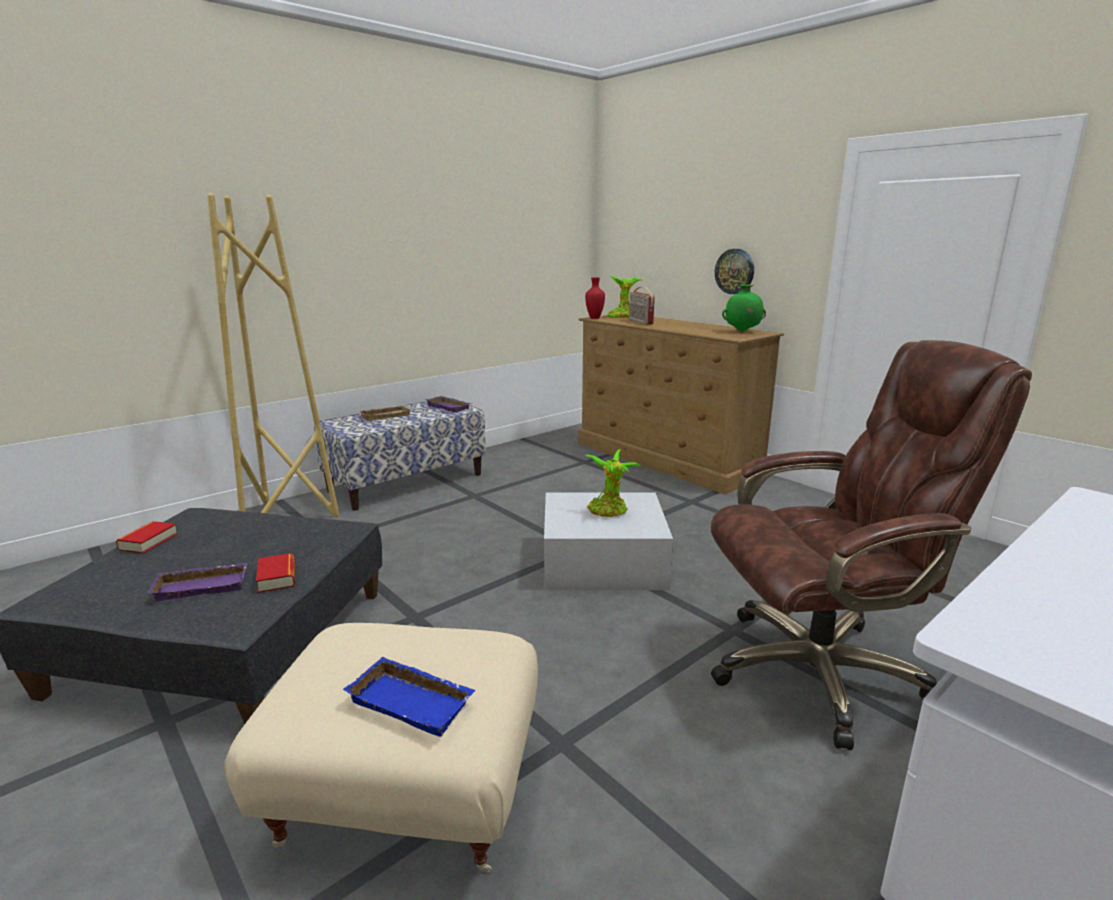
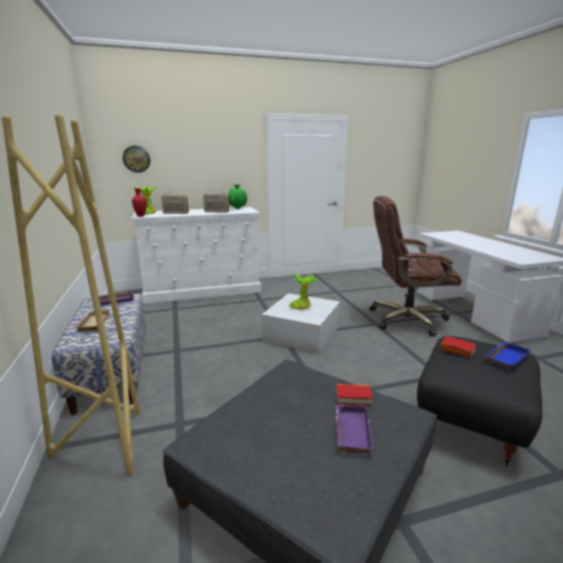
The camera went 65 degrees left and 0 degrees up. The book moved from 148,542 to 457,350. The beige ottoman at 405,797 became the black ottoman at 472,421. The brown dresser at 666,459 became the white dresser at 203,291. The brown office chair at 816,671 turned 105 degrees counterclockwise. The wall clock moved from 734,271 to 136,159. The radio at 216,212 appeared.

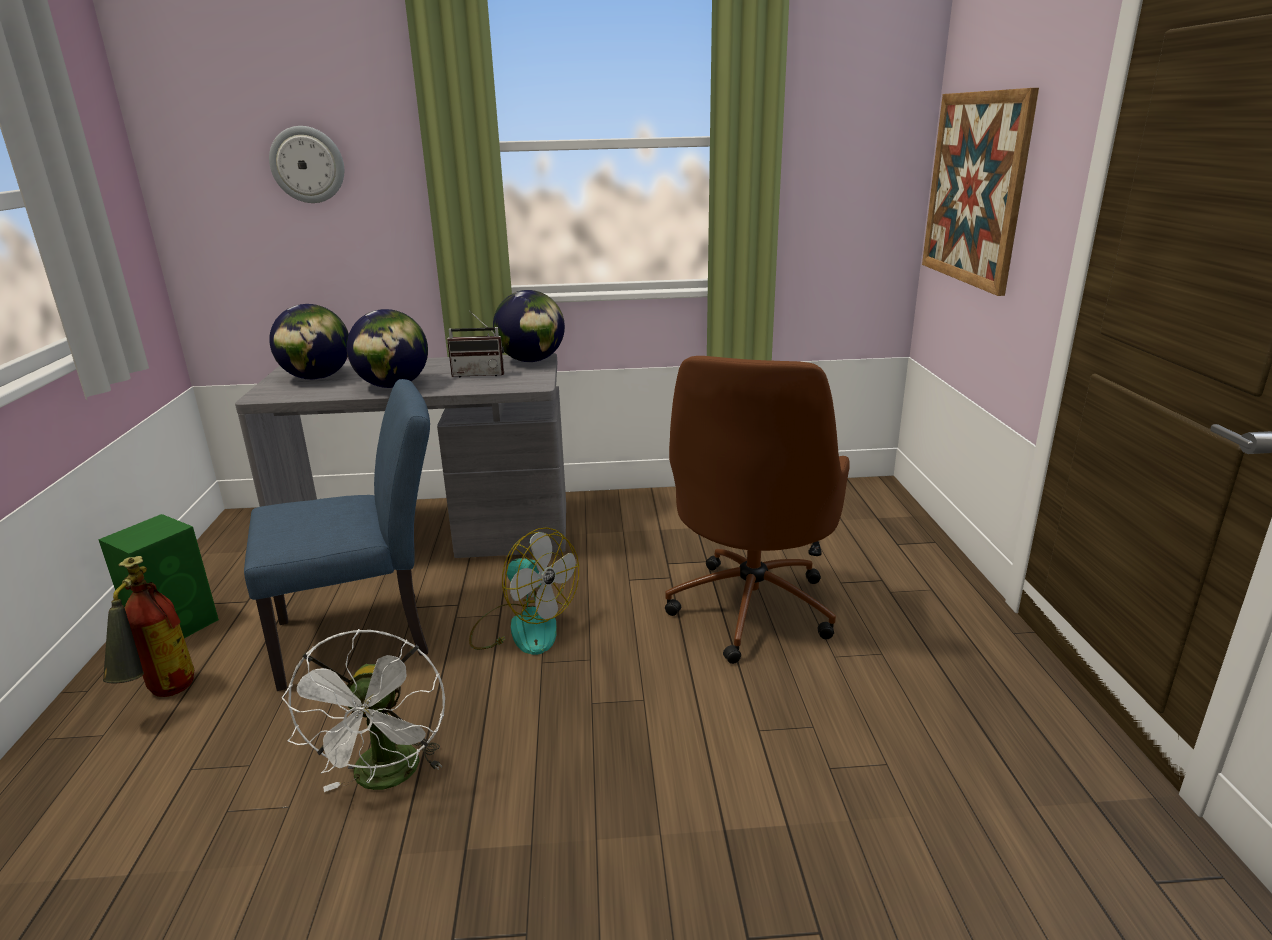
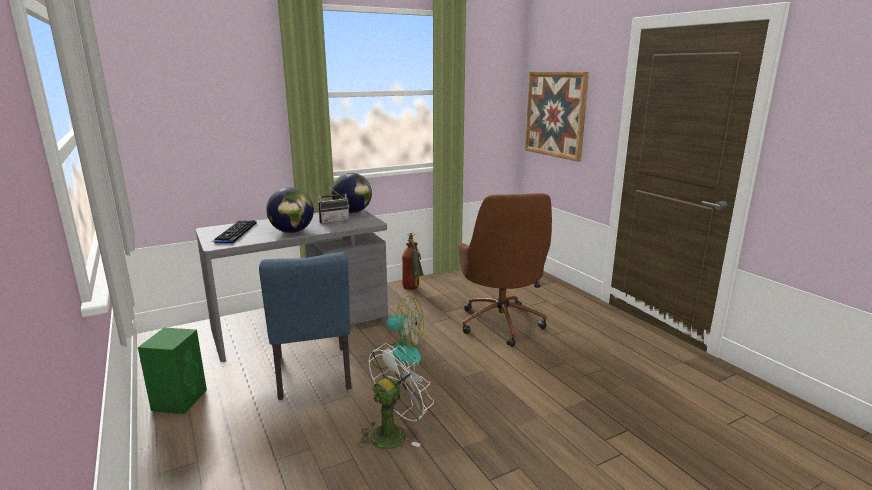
The camera went 25 degrees left and 5 degrees down. The fire extinguisher moved from 162,697 to 413,290. The blue chair at 367,635 turned 120 degrees clockwise. The wall clock at 307,165 disappeared. The globe at 317,378 was replaced by the keyboard at 235,233. The white fan at 387,778 turned 105 degrees counterclockwise.

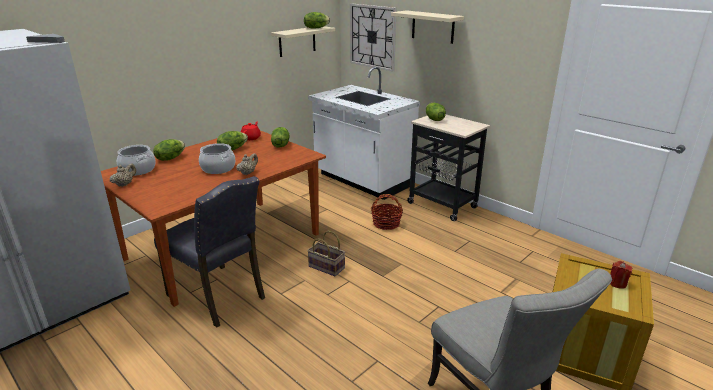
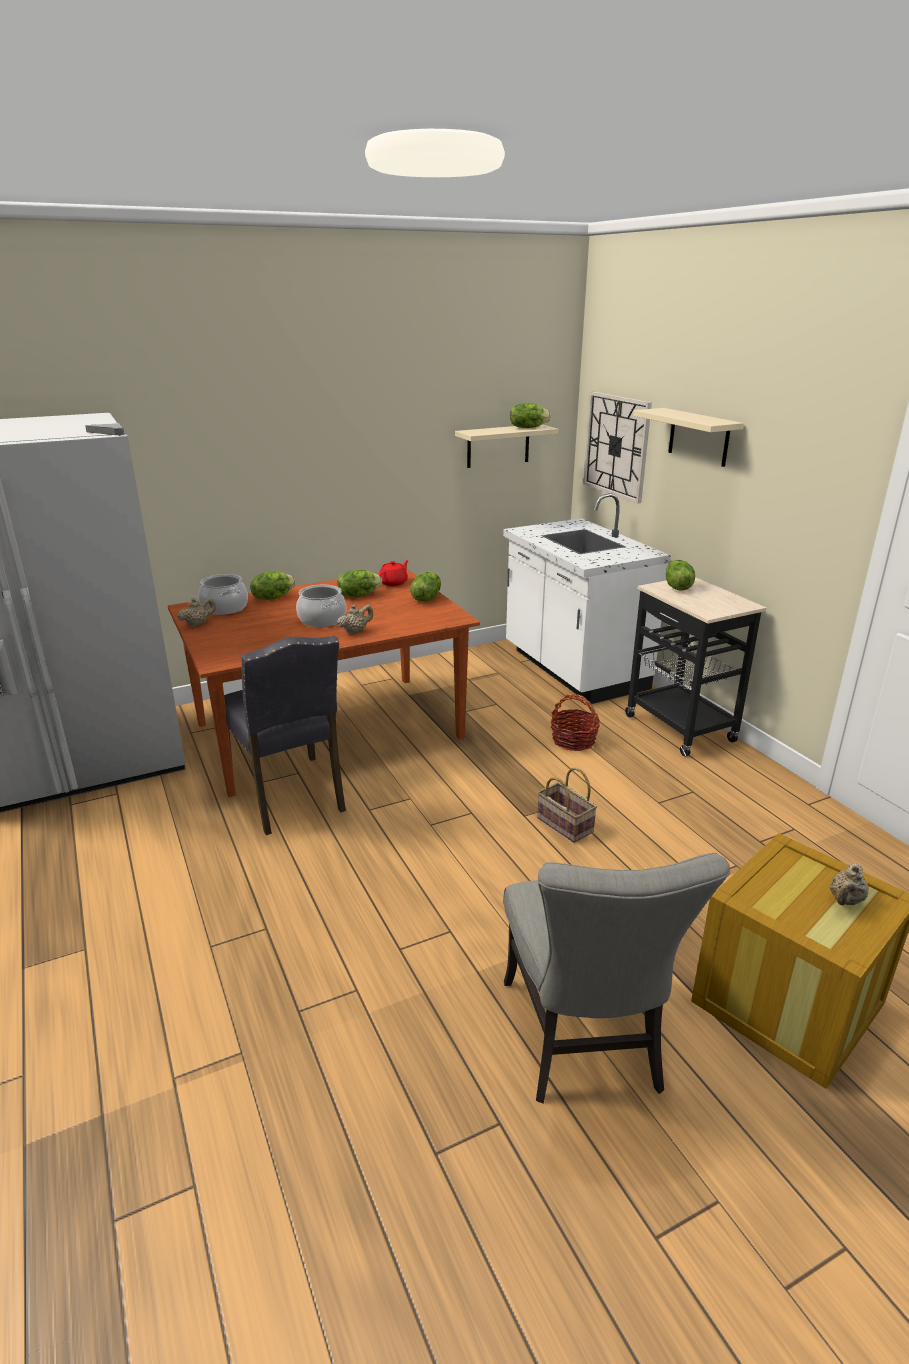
The camera went 20 degrees right and 0 degrees up. The basket moved from 325,267 to 563,824. The red candle at 617,283 was replaced by the beige teapot at 845,900.

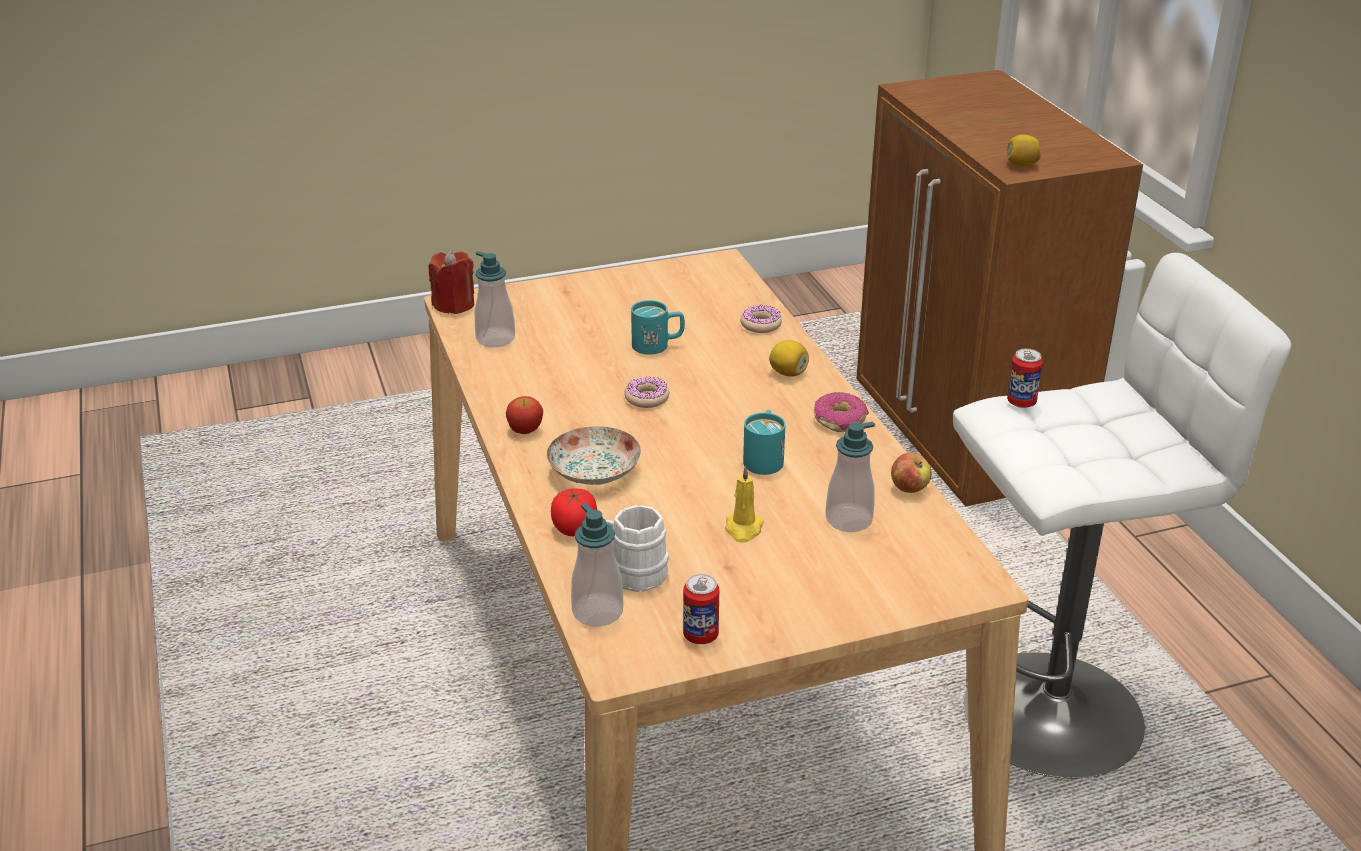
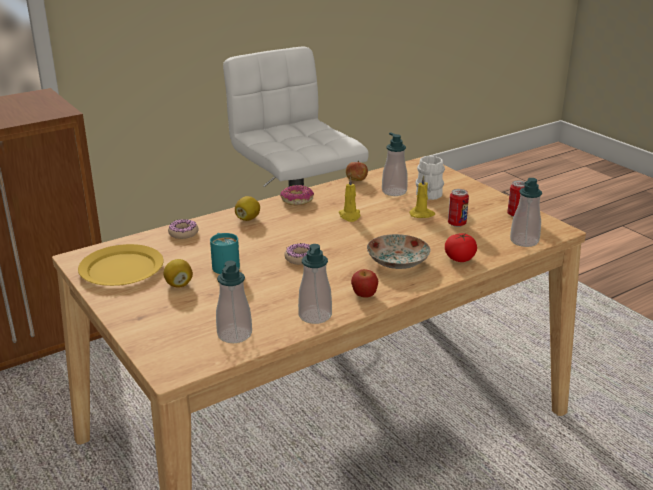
The camera went 105 degrees left and 5 degrees down. The red candle at 454,304 disappeared. The white mug moved from 632,573 to 429,195. The turquoise mug at 764,458 was replaced by the yellow candle at 350,216. The lemon moved from 1021,164 to 179,284. The can moved from 1021,402 to 456,224. The yellow plate at 122,269 appeared. The soap dispenser at 315,315 appeared.

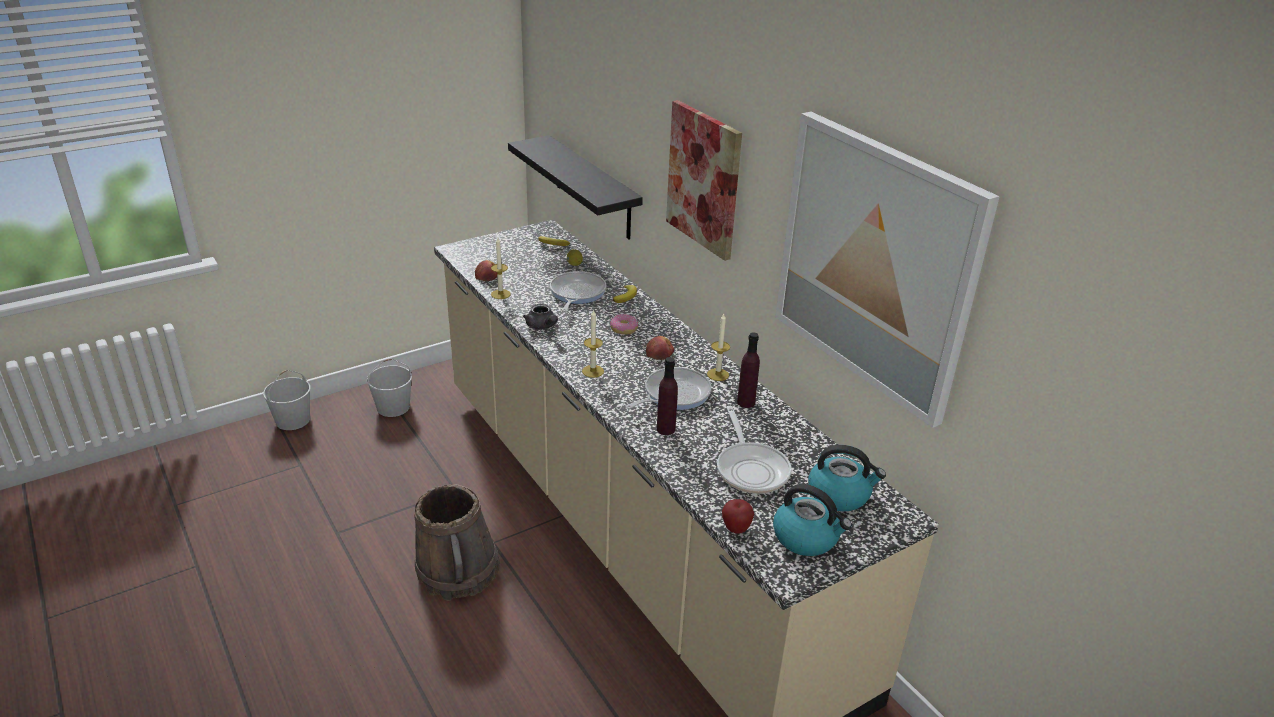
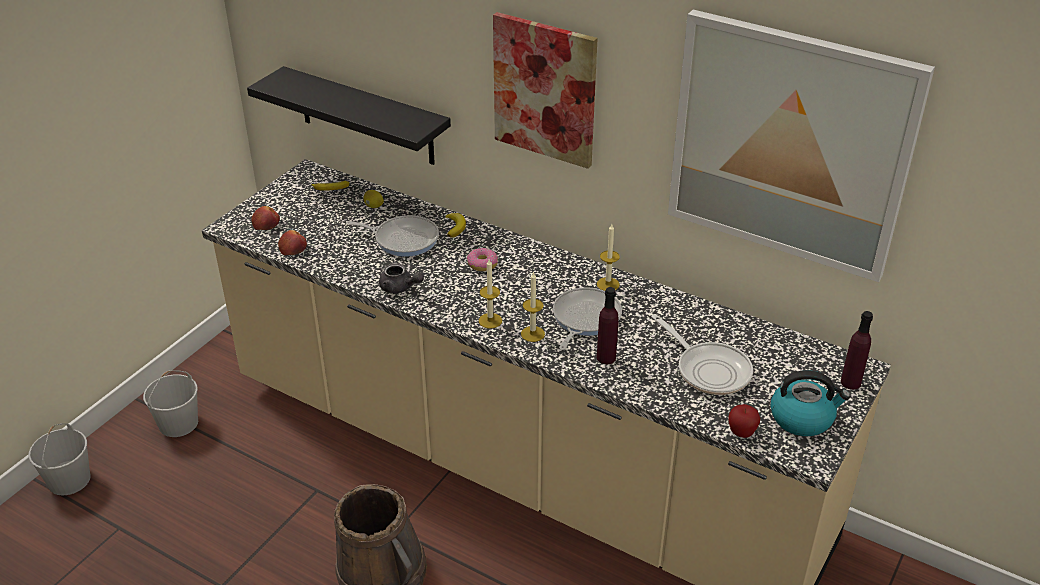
The camera went 25 degrees left and 5 degrees up. The candle moved from 500,294 to 532,334. The frying pan at 576,293 turned 120 degrees clockwise. The apple moved from 660,354 to 266,223. The purple bottle moved from 746,402 to 850,382. The kettle at 839,495 disappeared.

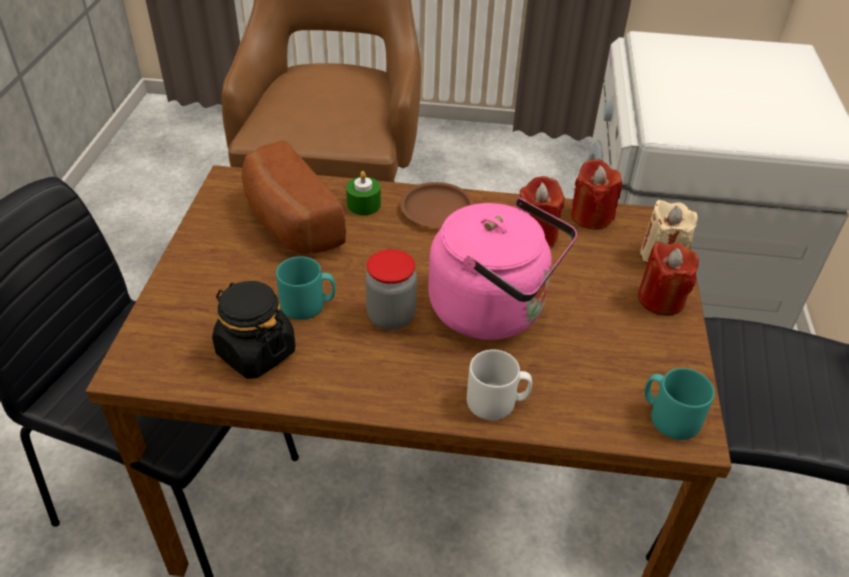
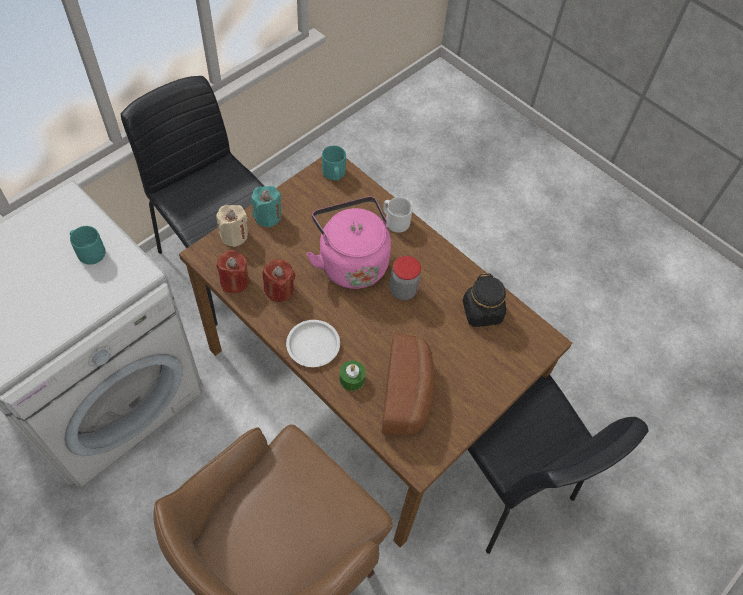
The camera went 145 degrees left and 15 degrees up. The turquoise mug moved from 308,305 to 89,252. The brown plate at 437,210 became the white plate at 313,345. The red candle at 661,299 became the turquoise candle at 267,216.

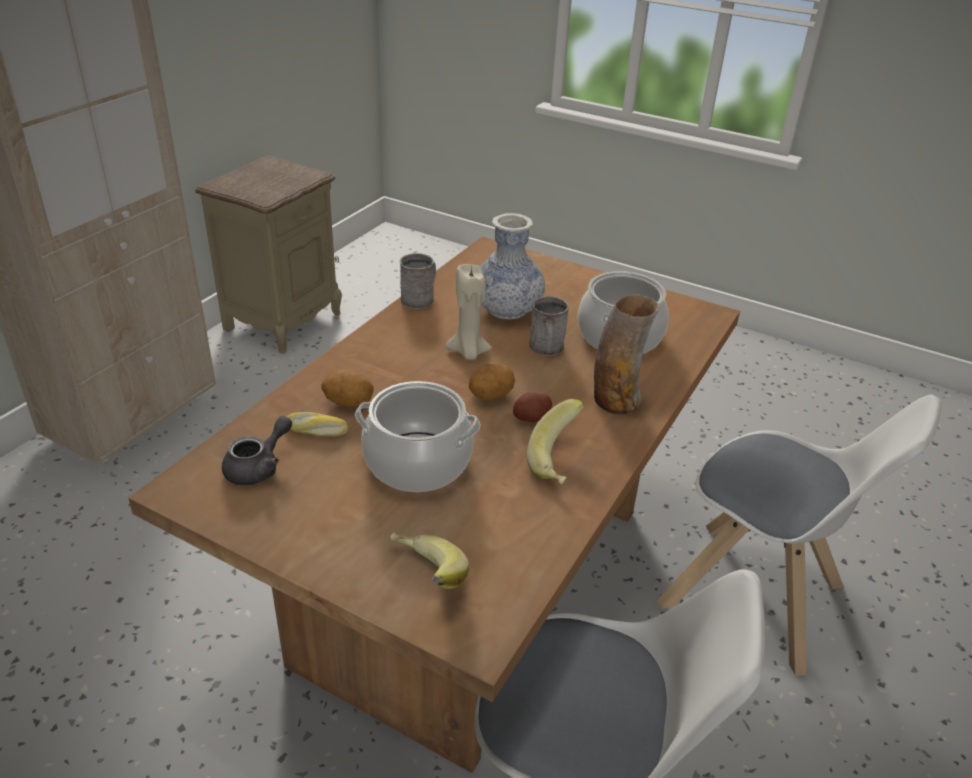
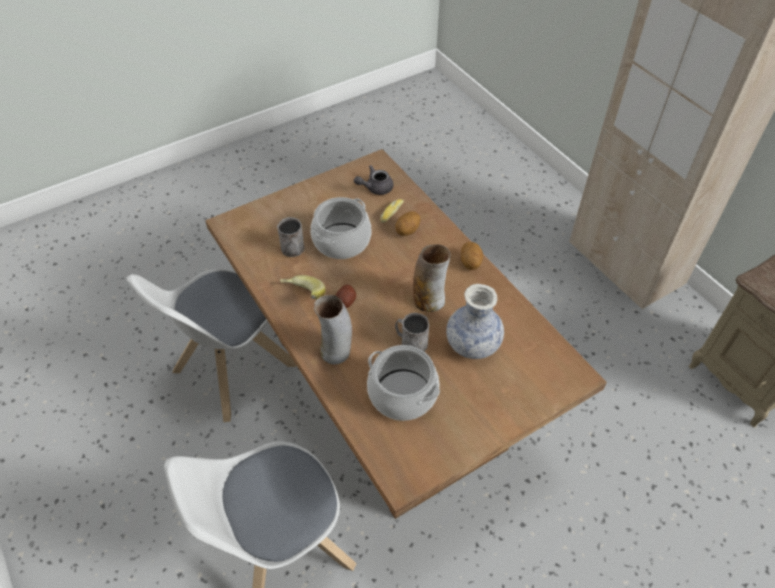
The camera went 120 degrees right and 15 degrees up. The grey teapot at 259,467 turned 90 degrees clockwise. The banana at 424,578 disappeared. The grey mug moved from 420,298 to 294,250. The beige candle at 468,352 was replaced by the vase at 429,300. The potato moved from 490,396 to 470,263.

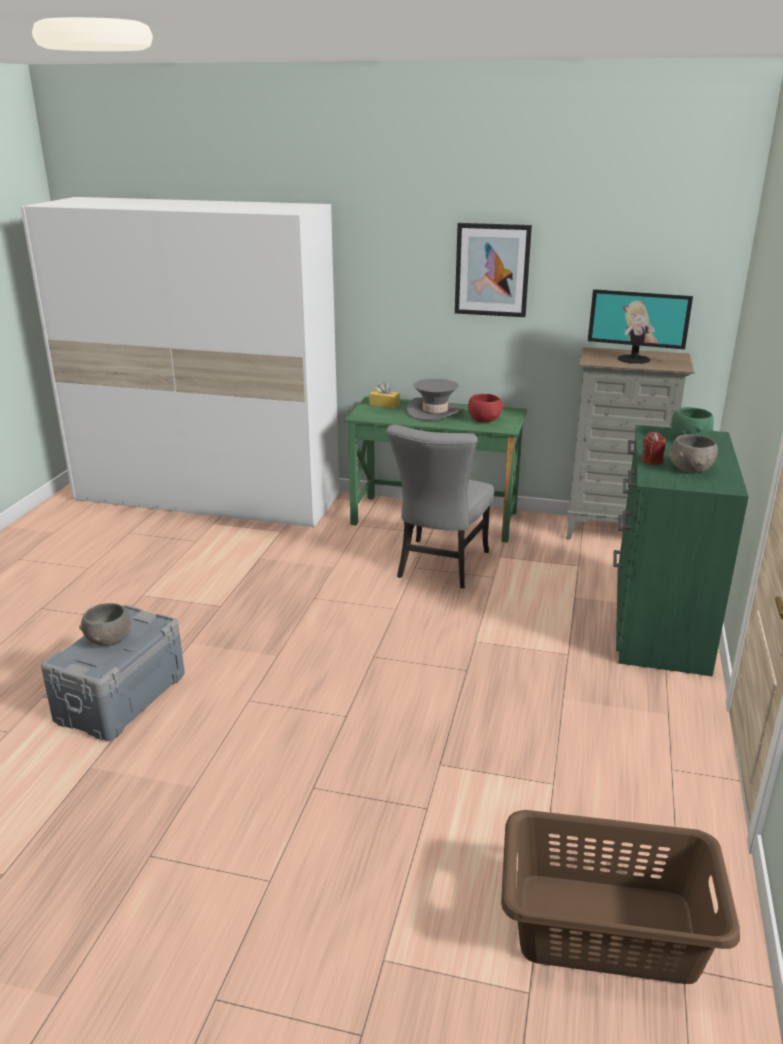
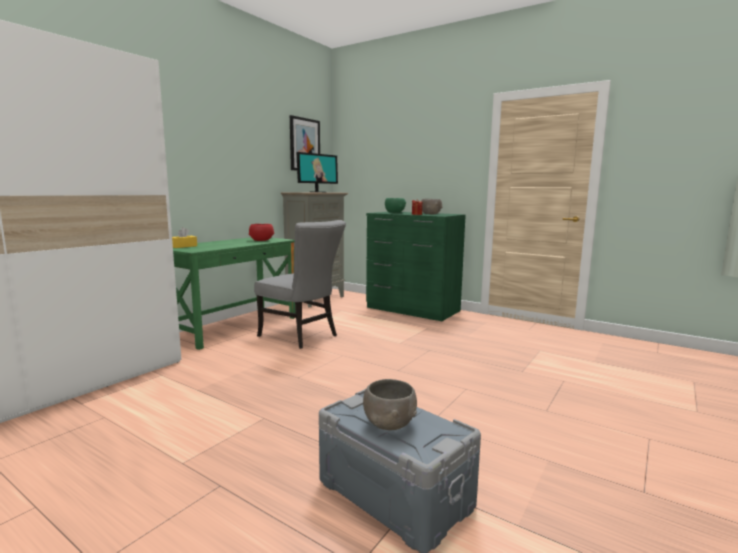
The camera went 70 degrees left and 15 degrees down. The grey hat at 435,412 disappeared. The picture moved from 492,270 to 304,145. The brown laundry basket at 607,929 disappeared.

